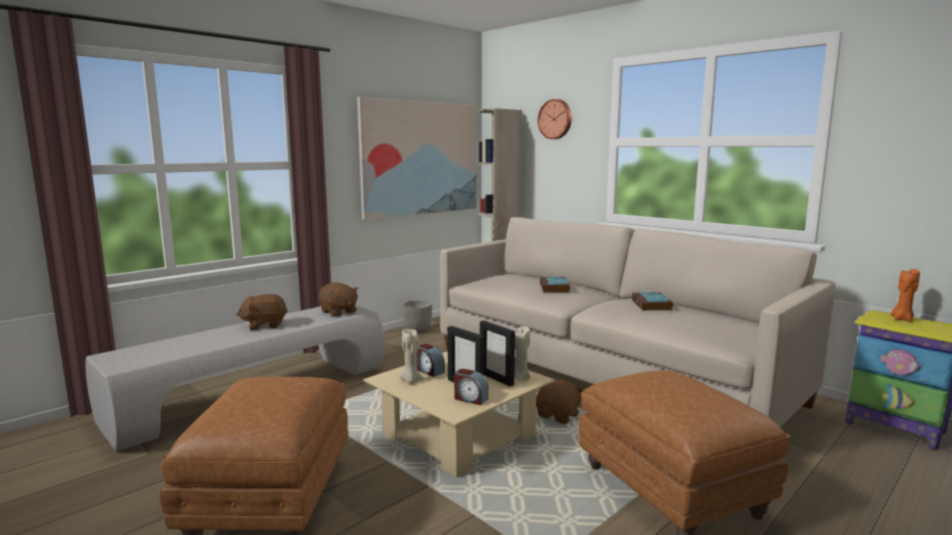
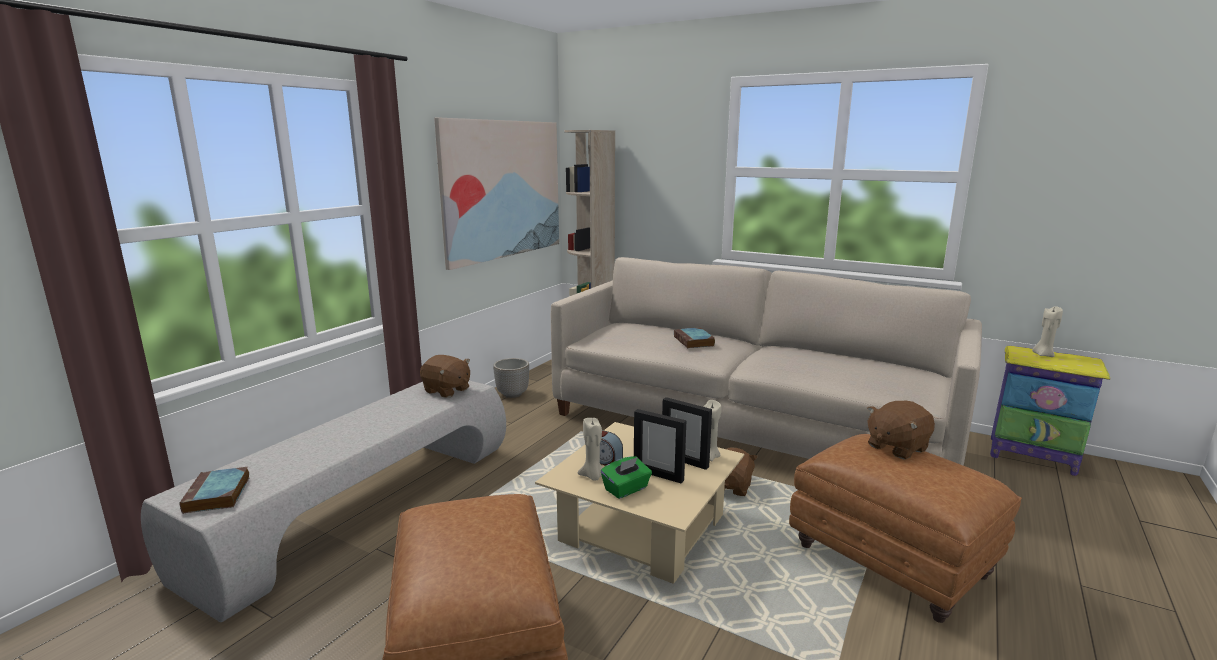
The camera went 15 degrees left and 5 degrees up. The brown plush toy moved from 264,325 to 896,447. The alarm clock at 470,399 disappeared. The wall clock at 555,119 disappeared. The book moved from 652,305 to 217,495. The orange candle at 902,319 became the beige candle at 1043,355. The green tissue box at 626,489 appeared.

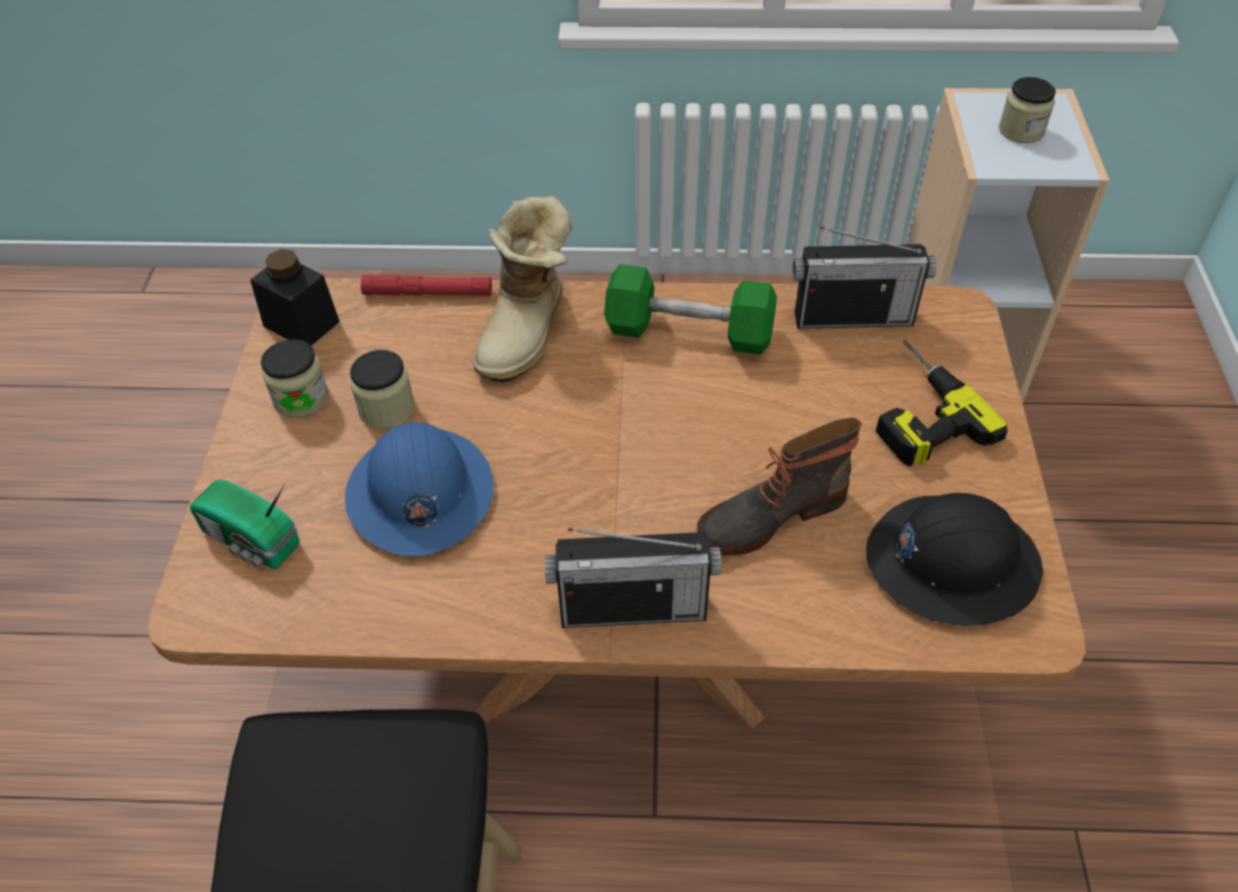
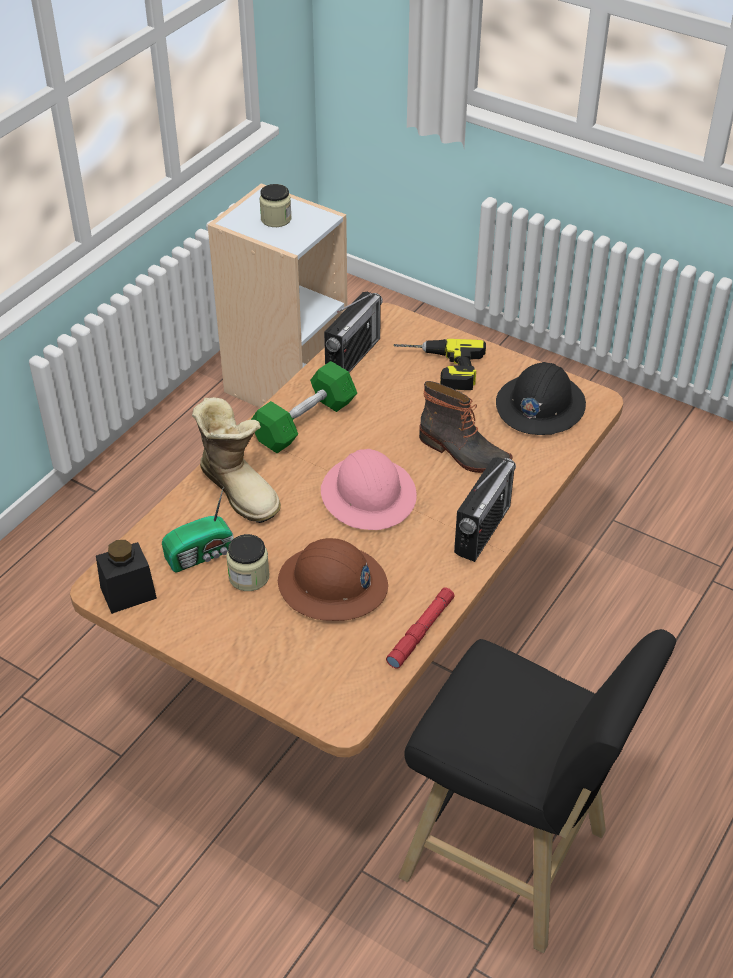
The camera went 60 degrees left and 5 degrees down. The radio moved from 252,541 to 202,554. The jar at 301,398 disappeared. The blue hard hat at 419,494 became the brown hard hat at 332,586. The red flashlight moved from 428,293 to 421,632. The boot at 770,515 turned 60 degrees counterclockwise. The pink hard hat at 369,495 appeared.

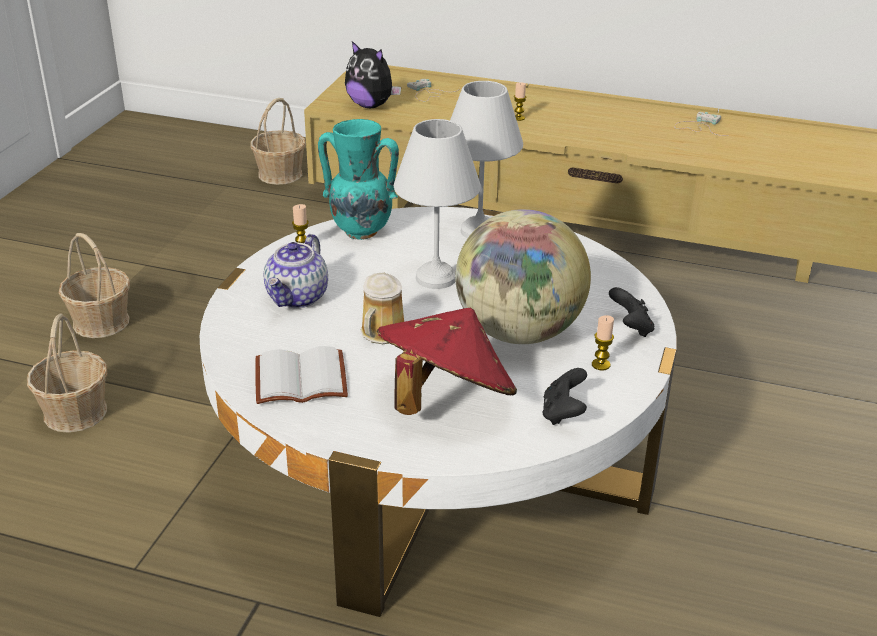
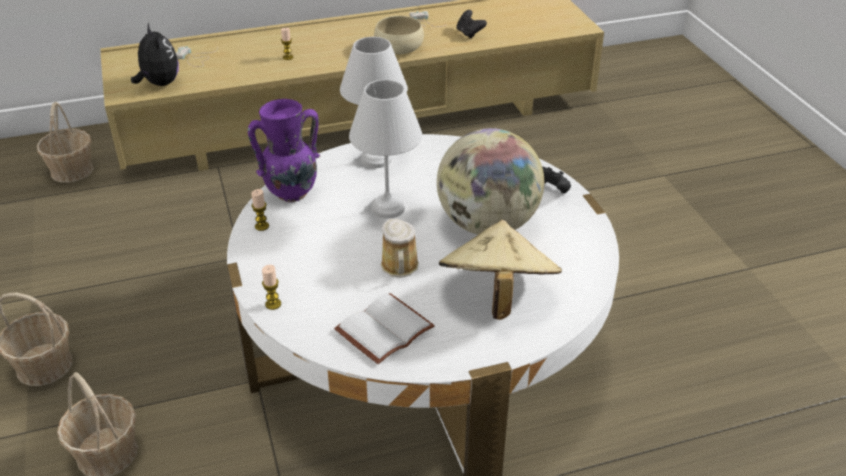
The camera went 35 degrees left and 5 degrees up. The teapot at 298,297 disappeared. The turquoise vase at 360,231 became the purple vase at 290,193. The plush toy at 371,105 turned 120 degrees counterclockwise. The red hat at 444,399 became the beige hat at 496,296. The black game controller moved from 563,413 to 469,34. The candle moved from 601,365 to 273,304. The beige bowl at 399,48 appeared.

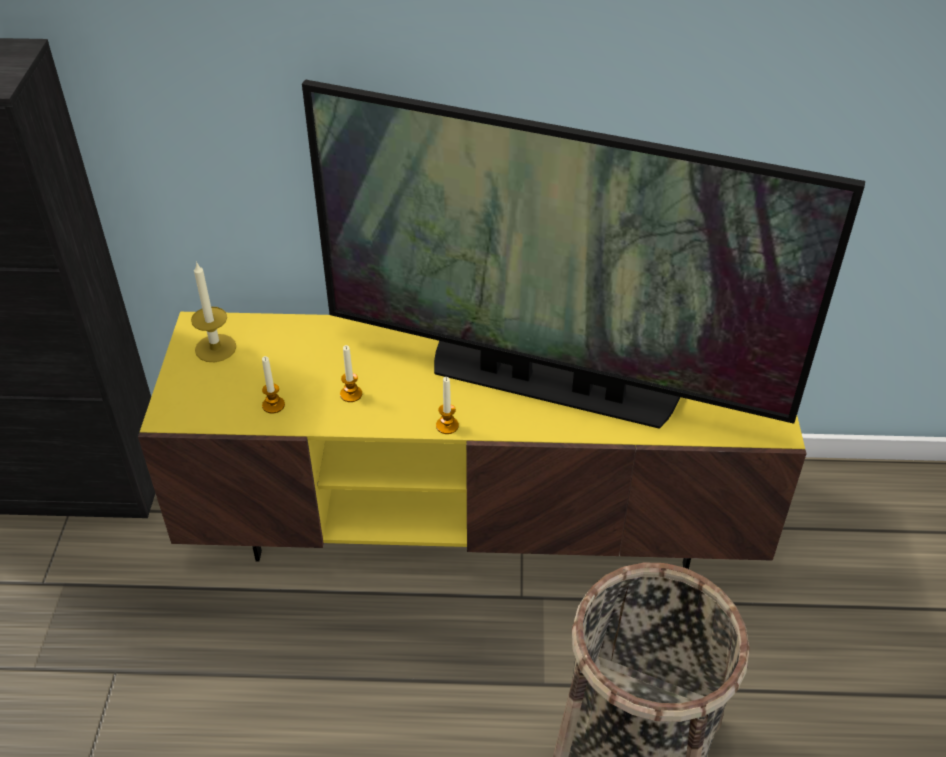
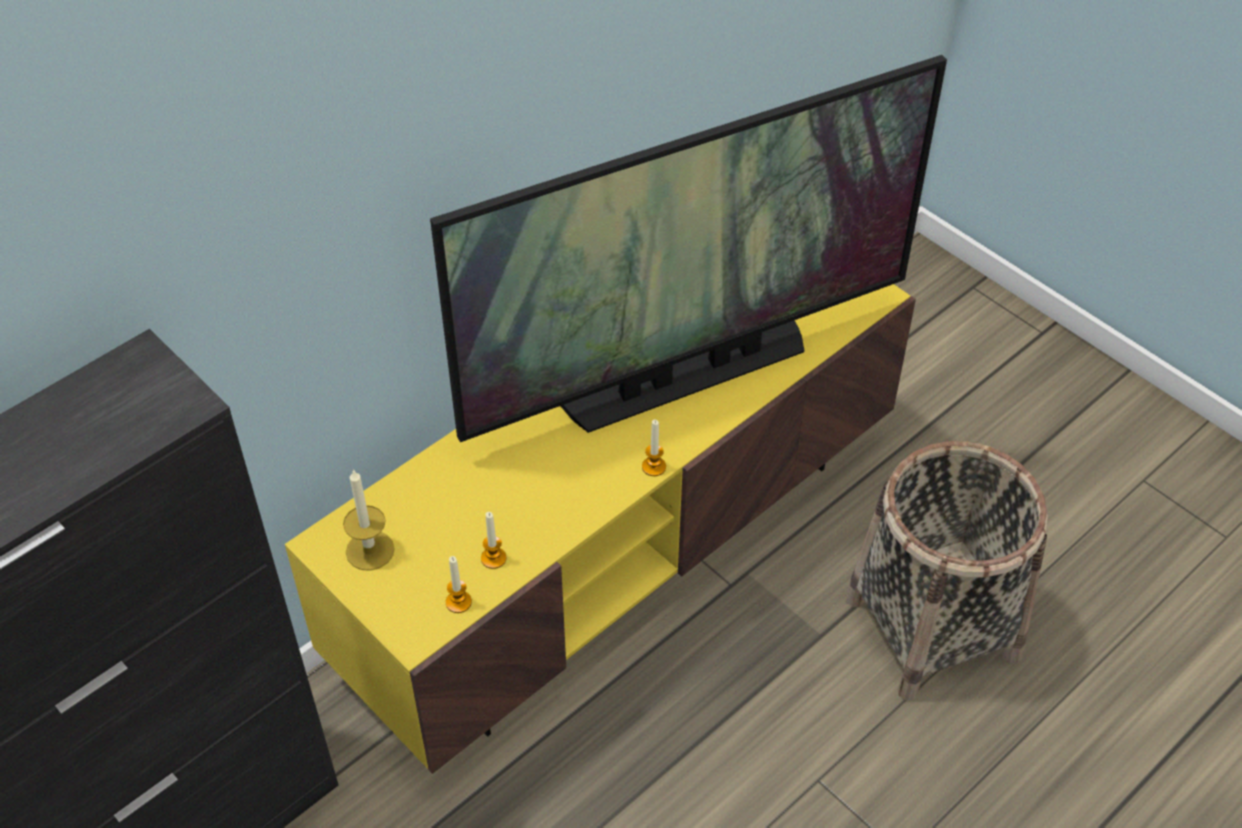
The camera went 45 degrees left and 5 degrees up. The candle moved from 351,394 to 458,602.

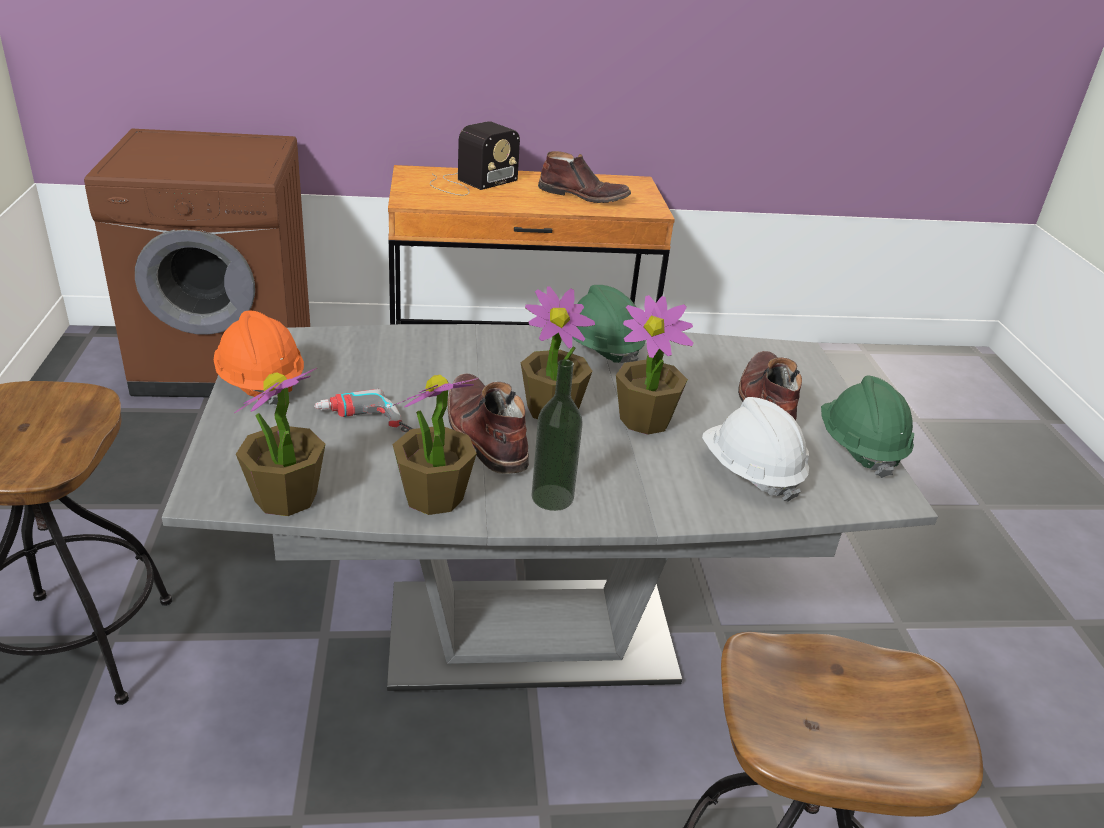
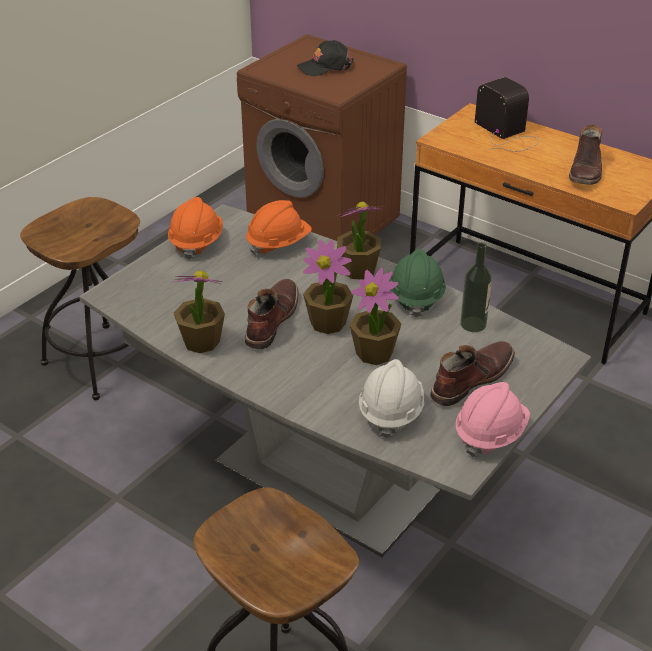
The camera went 45 degrees right and 5 degrees up. The potted plant moved from 285,498 to 358,270. The power drill at 365,425 disappeared. The radio at 470,182 turned 120 degrees counterclockwise. The bottle moved from 552,497 to 473,324. The brown boot at 583,195 turned 45 degrees clockwise. The green hard hat at 859,448 became the pink hard hat at 490,434. The orange hard hat at 278,243 appeared. The black cap at 325,66 appeared.

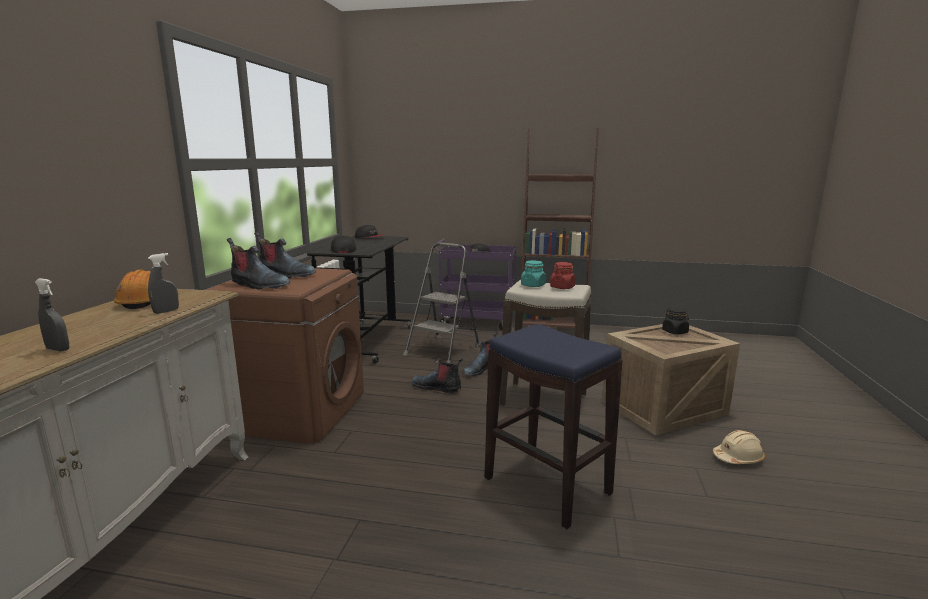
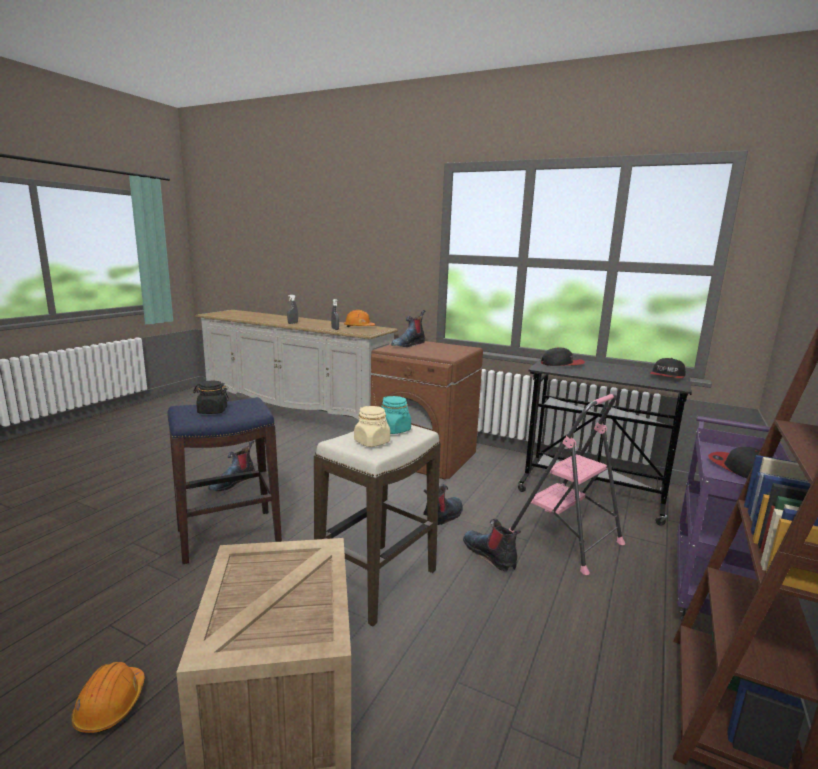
The camera went 105 degrees right and 0 degrees up. The boot moved from 285,275 to 232,482. The grey step ladder at 444,349 became the pink step ladder at 567,540. The red jar at 562,287 became the beige jar at 372,442. The black jar moved from 675,332 to 212,411. The beige hard hat at 738,458 became the orange hard hat at 111,705.

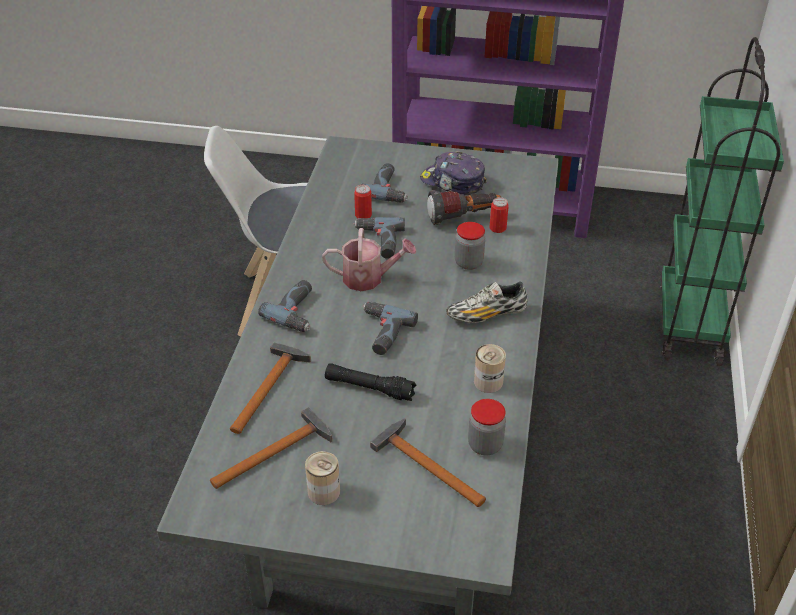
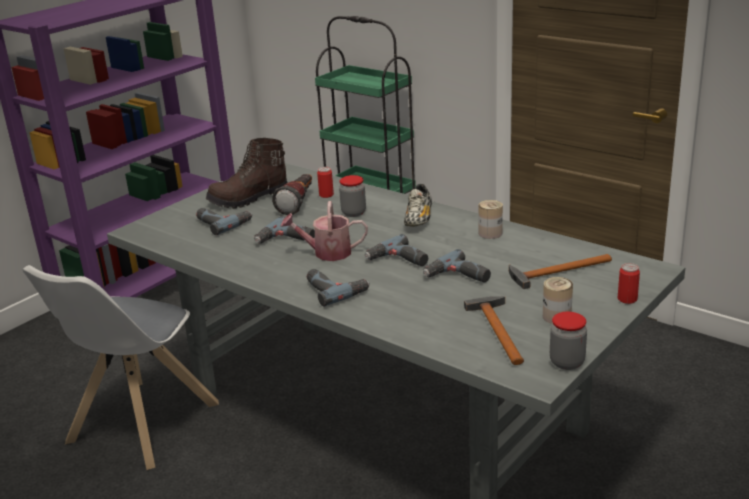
The camera went 60 degrees left and 15 degrees down. The hammer at 269,387 disappeared. The watering can at 369,278 turned 120 degrees counterclockwise. The black flashlight at 369,388 was replaced by the power drill at 457,277. The can moved from 363,215 to 627,299. The cap at 452,182 was replaced by the brown boot at 249,198. The jar moved from 485,445 to 567,362.

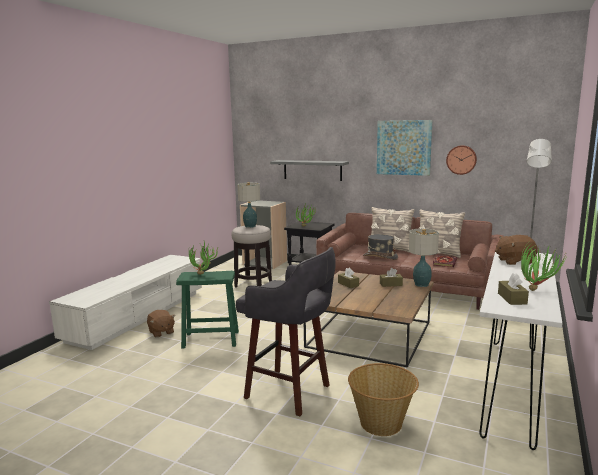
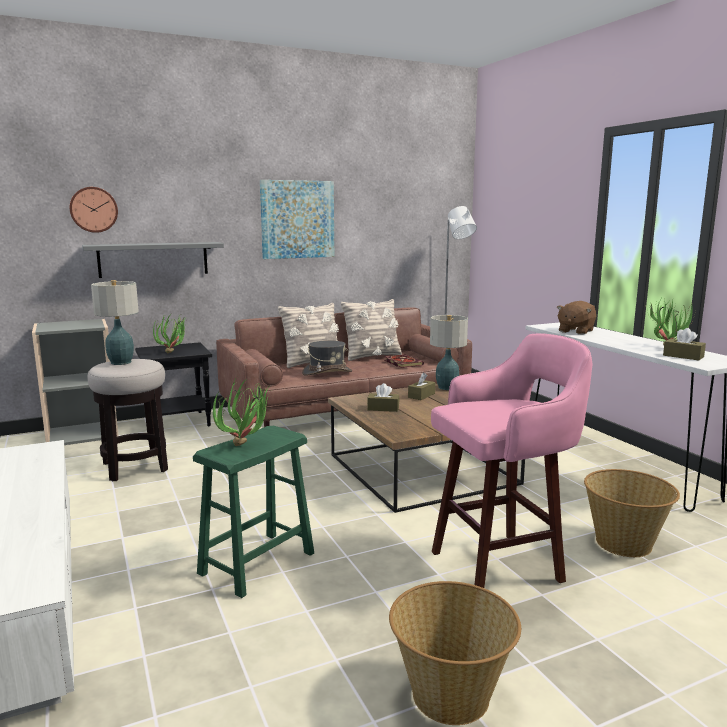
The camera went 50 degrees left and 0 degrees up. The brown plush toy at 161,332 disappeared. The grey stool at 290,393 became the pink stool at 501,566. The wall clock moved from 461,159 to 93,209. The basket at 451,696 appeared.

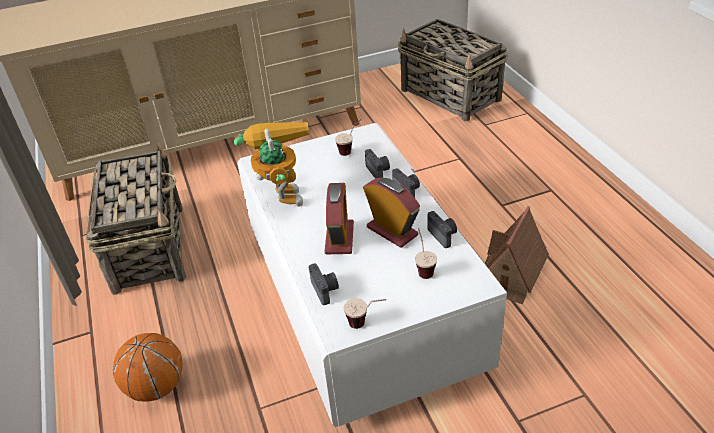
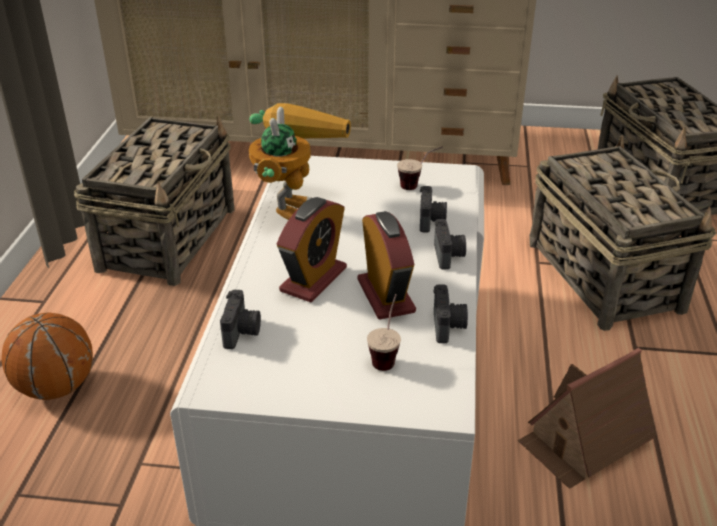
The camera went 25 degrees right and 5 degrees down. The cup at 366,324 disappeared. The basket at 603,274 appeared.

